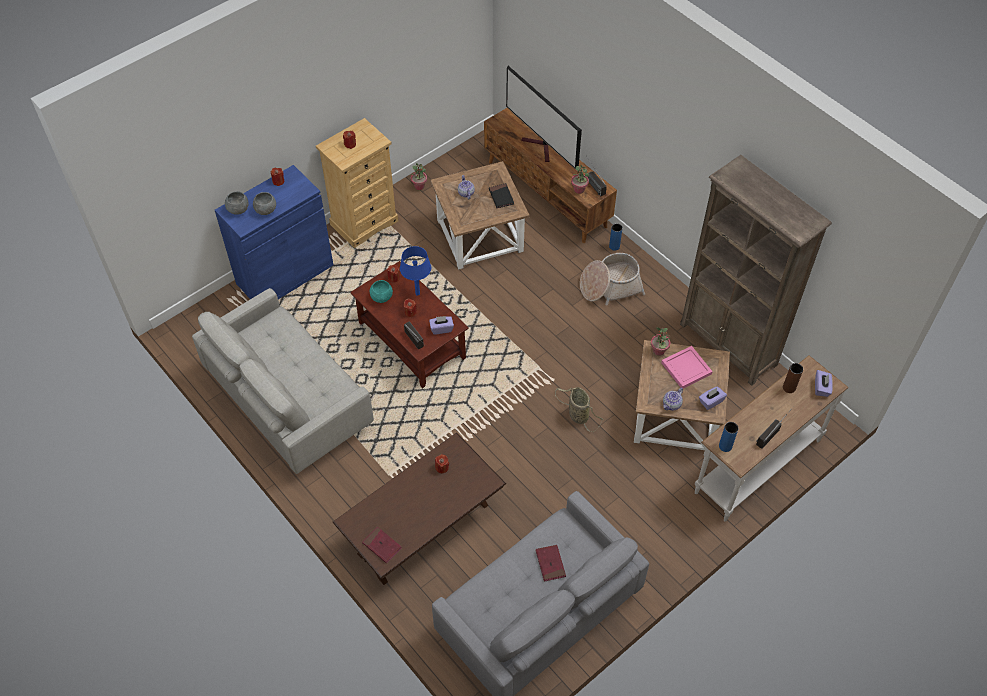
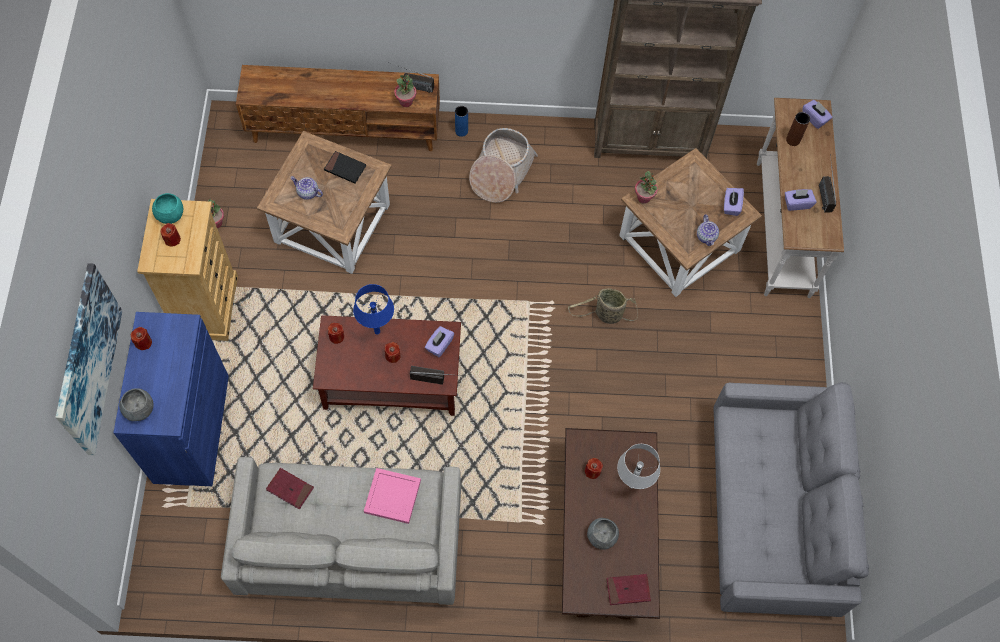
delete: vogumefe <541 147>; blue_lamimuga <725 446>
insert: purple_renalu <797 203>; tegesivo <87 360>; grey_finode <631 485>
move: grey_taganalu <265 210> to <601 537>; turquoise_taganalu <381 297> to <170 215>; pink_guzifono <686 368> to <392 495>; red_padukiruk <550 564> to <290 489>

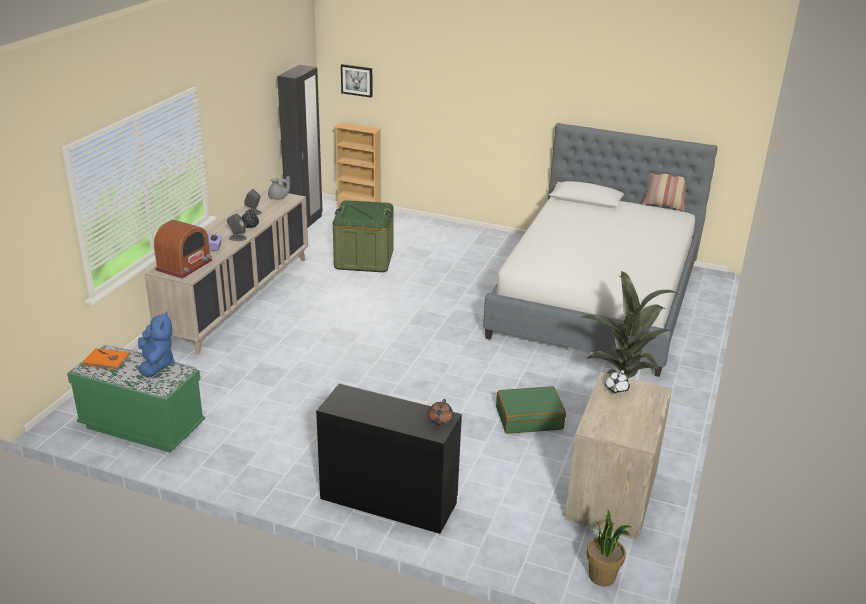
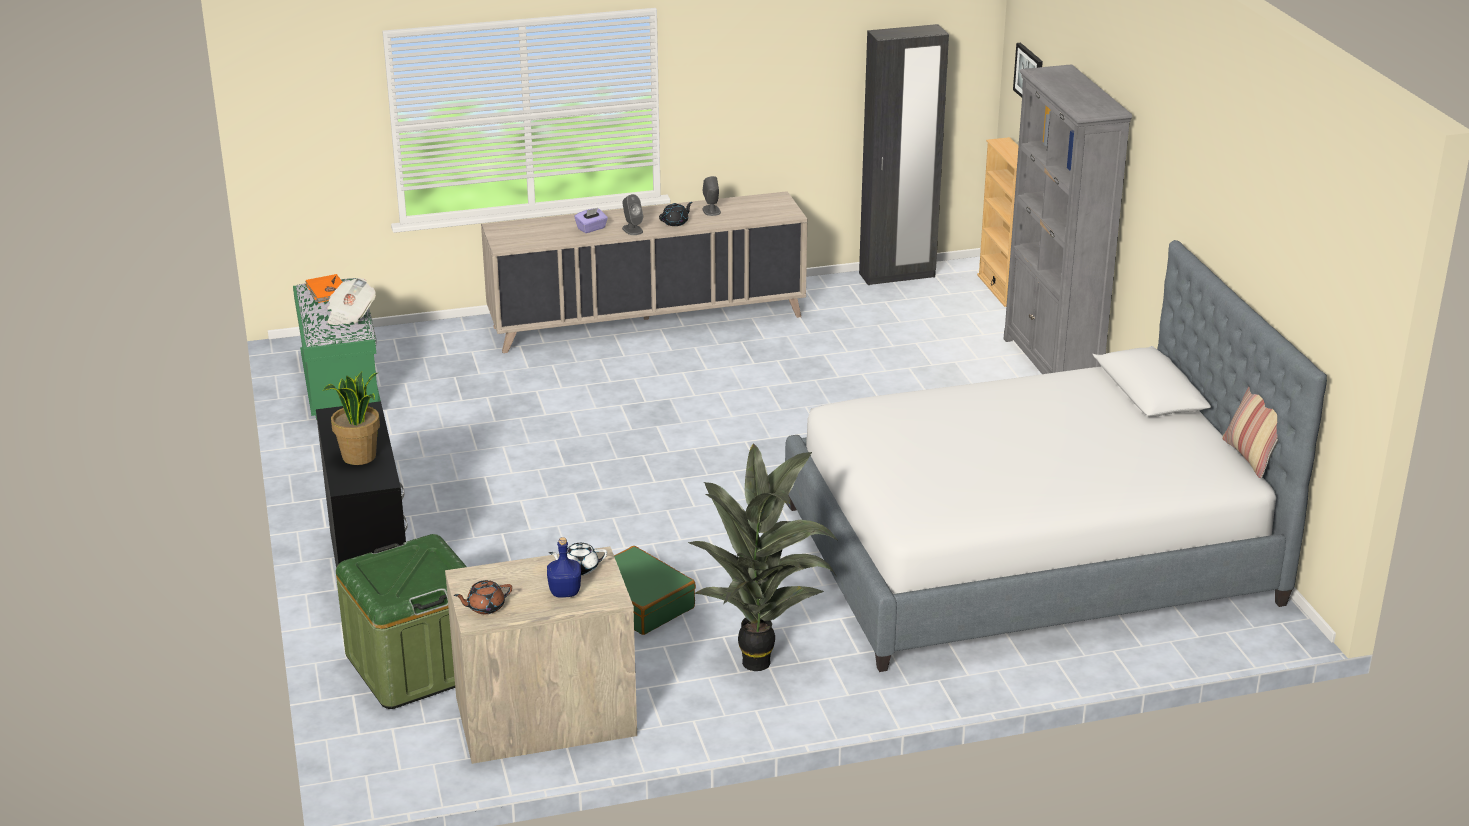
delete: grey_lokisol <278 198>; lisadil <184 265>
insert: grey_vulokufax <1051 365>; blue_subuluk <565 592>
move: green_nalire <364 259> to <417 665>; brown_lokisol <440 420> to <485 607>; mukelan <602 576> to <359 457>
replace: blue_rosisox <156 365> to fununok <350 315>

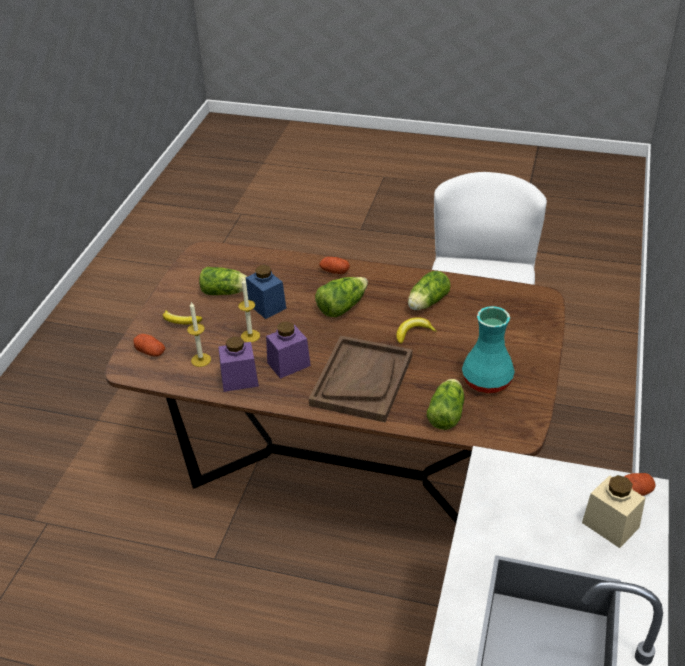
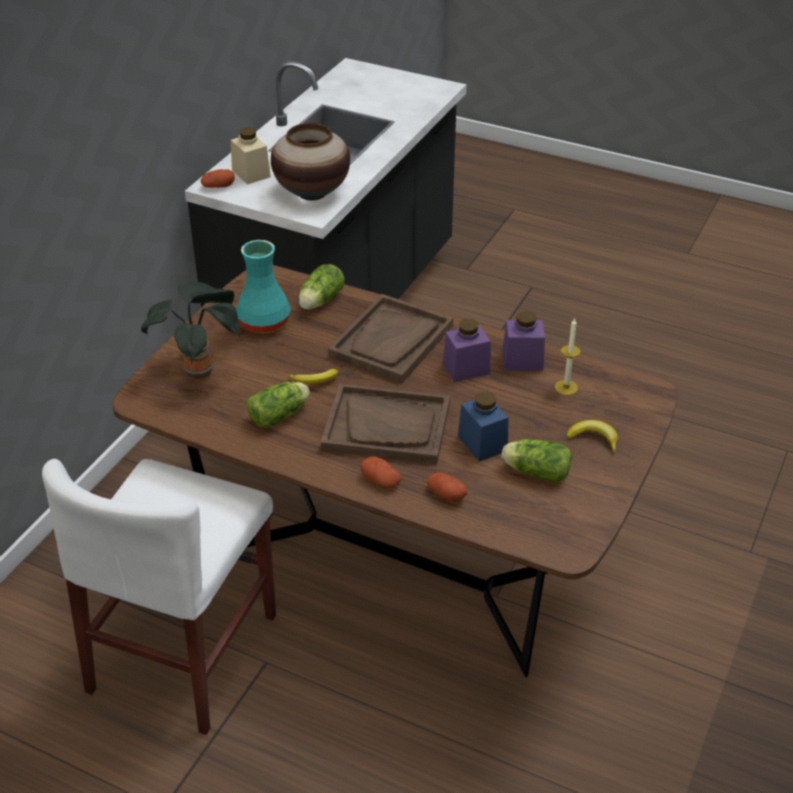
delete: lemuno <250 336>
insert: lamimuga <312 193>; mukelan <201 370>
move: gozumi <150 352> to <446 494>
replace: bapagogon <342 307> to brown_guzifono <387 427>

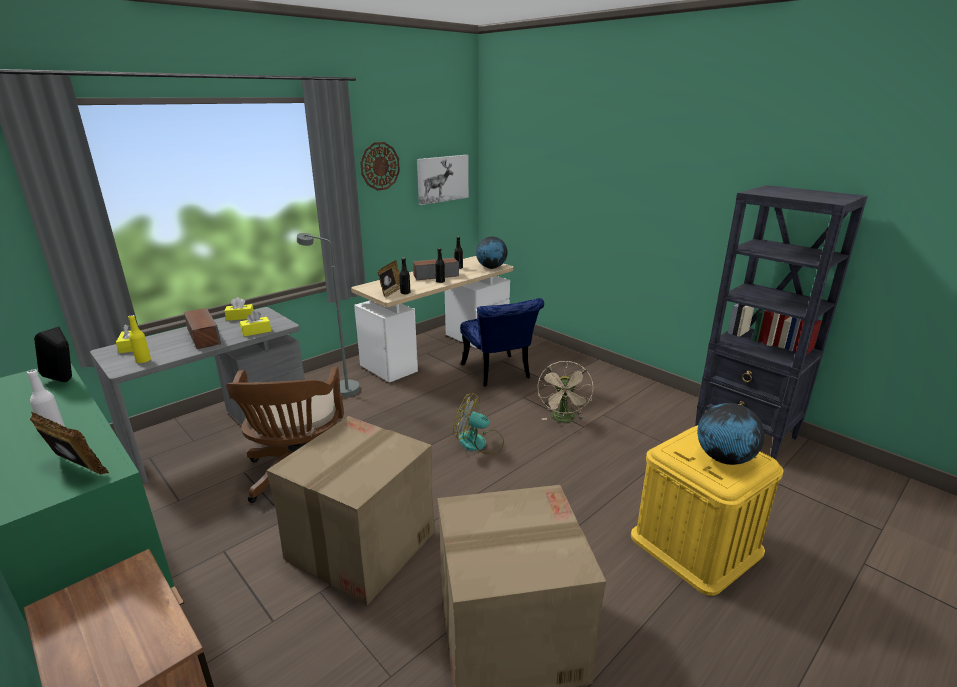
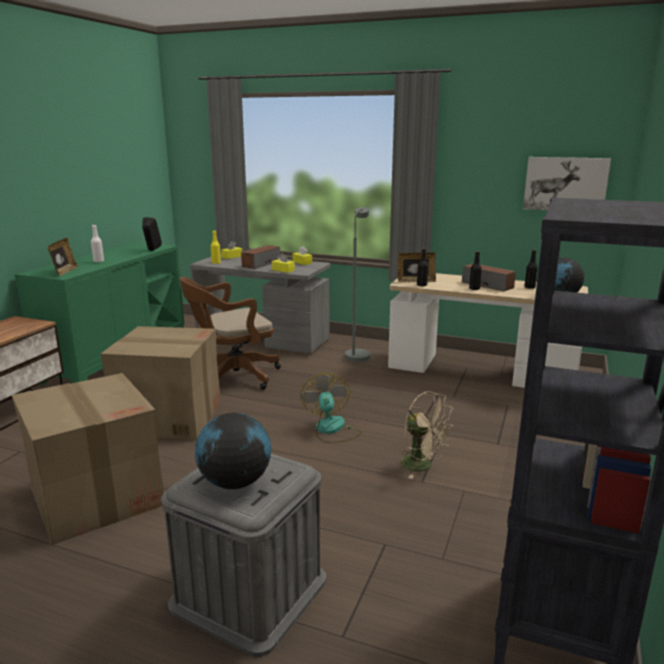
delete: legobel <380 166>; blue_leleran <498 374>
recolor: yellow_nalire <696 543> to grey_nalire <249 592>
rotate: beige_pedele <564 419> = <423 466> 120 degrees counterclockwise

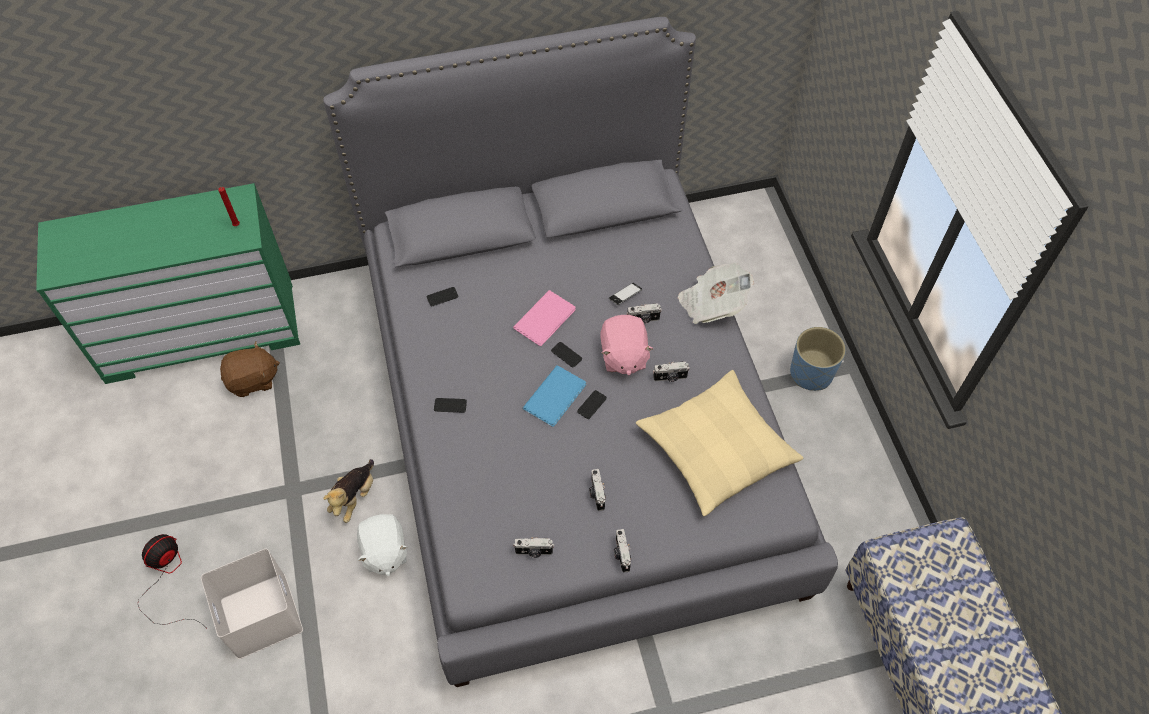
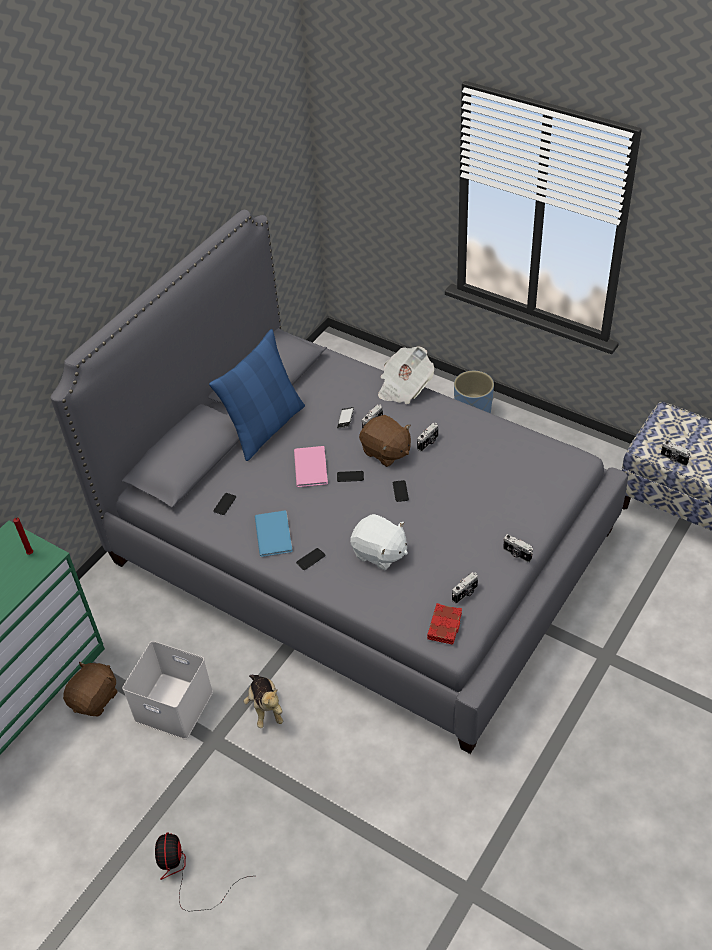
delete: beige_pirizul <716 449>
insert: blue_pirizul <265 427>; red_padukiruk <445 626>
move: blue_padukiruk <557 396> to <275 533>; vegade <596 494> to <673 459>; white_rosisox <384 552> to <379 553>; white_nalire <259 614> to <172 706>
recolor: pink_rosisox <623 356> to brown_rosisox <386 452>

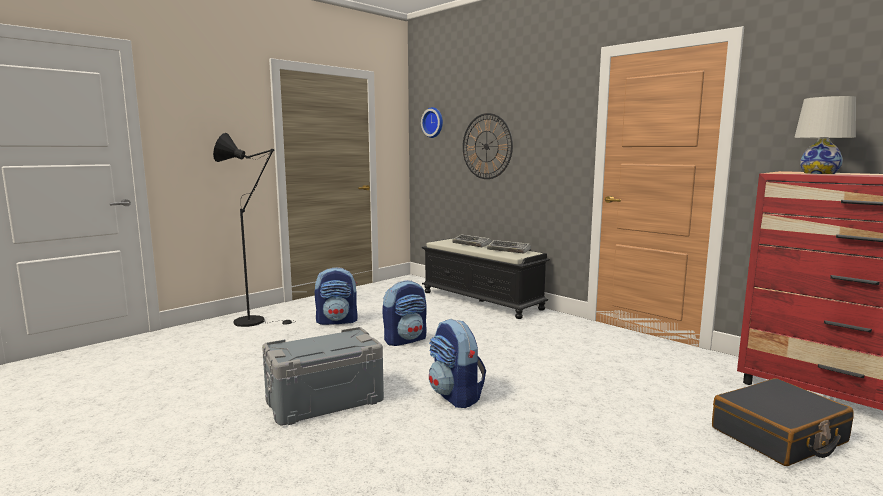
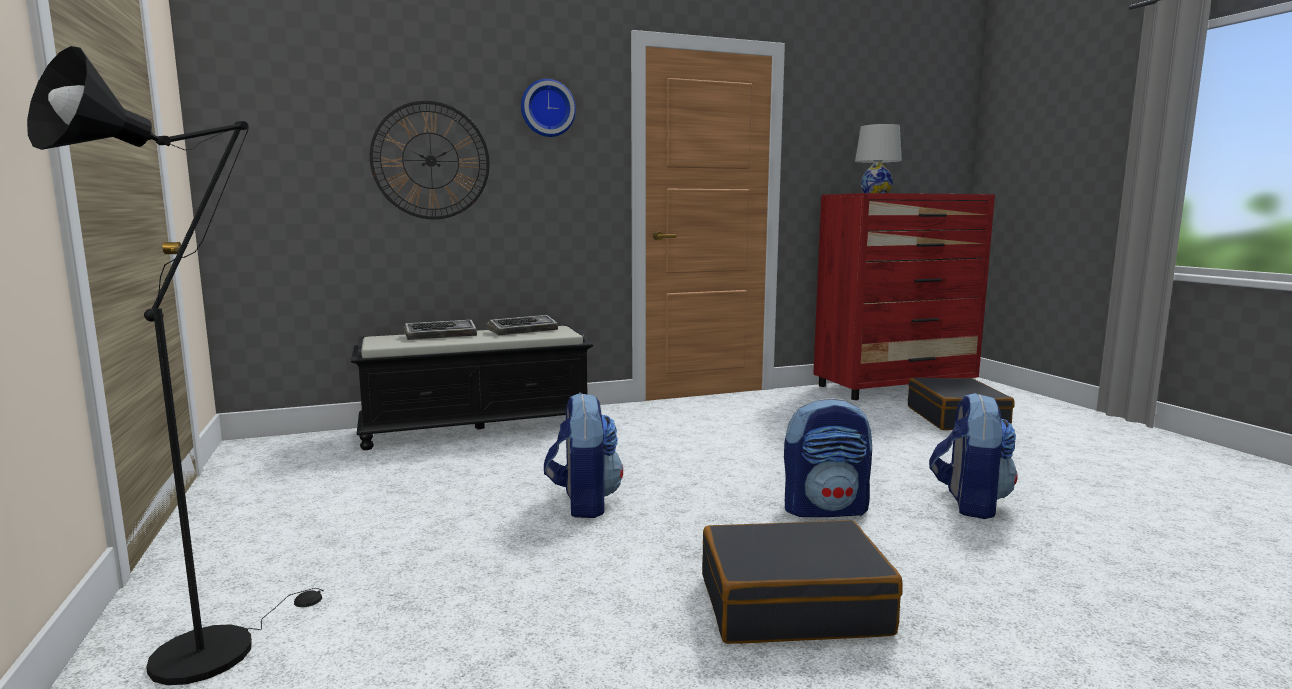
move: legobel <434 122> to <547 108>; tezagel <337 321> to <969 503>
replace: grey_nalire <324 400> to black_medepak <792 604>

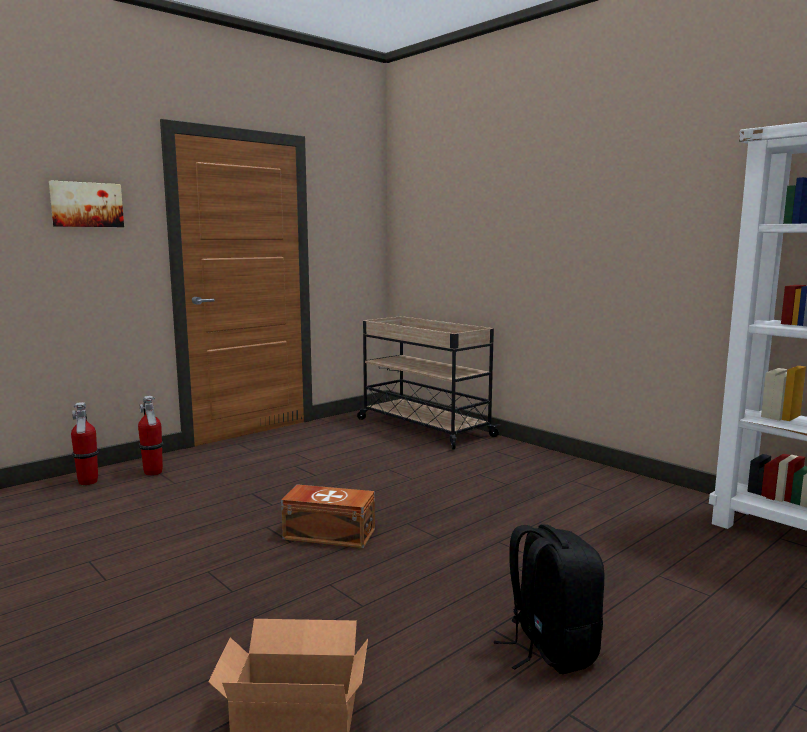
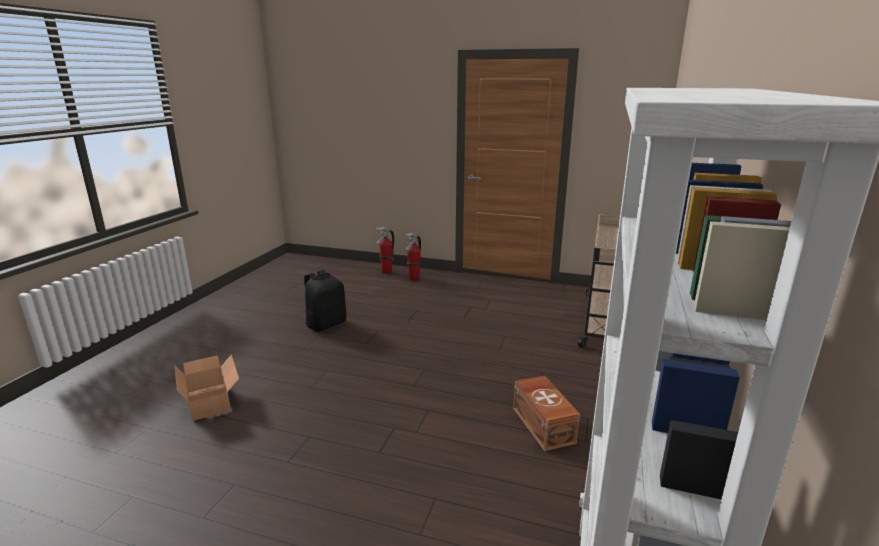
delete: tegesivo <86 204>
move: brown_nalire <328 533> to <543 424>; black_tezagel <549 649> to <326 324>

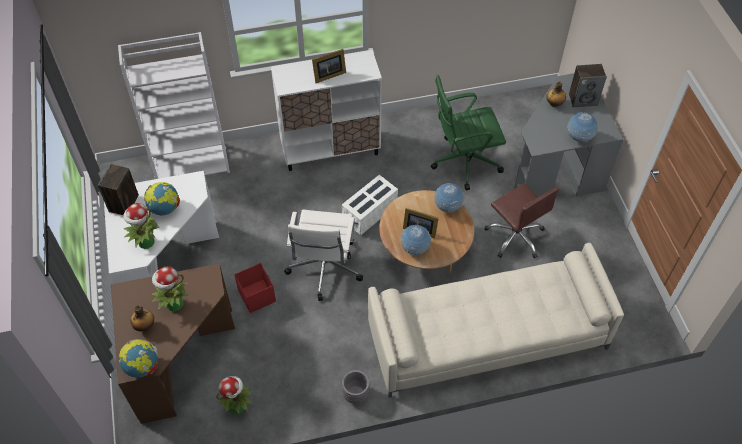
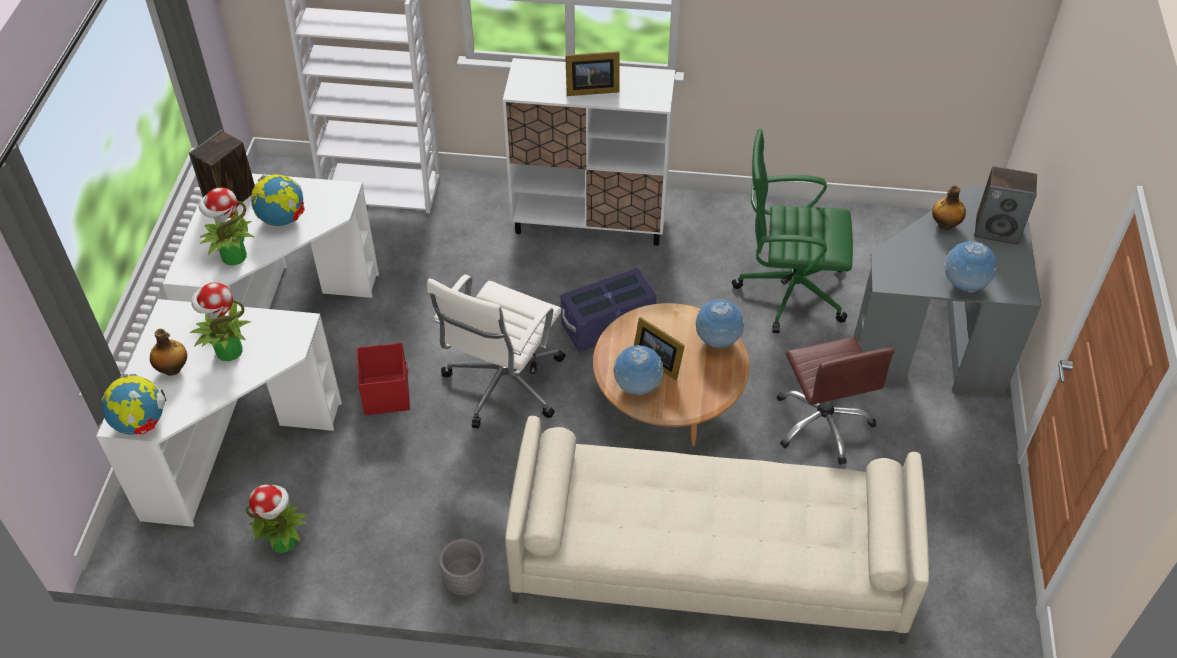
recolor: white_nalire <369 213> to purple_nalire <607 325>; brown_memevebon <179 359> to white_memevebon <234 449>

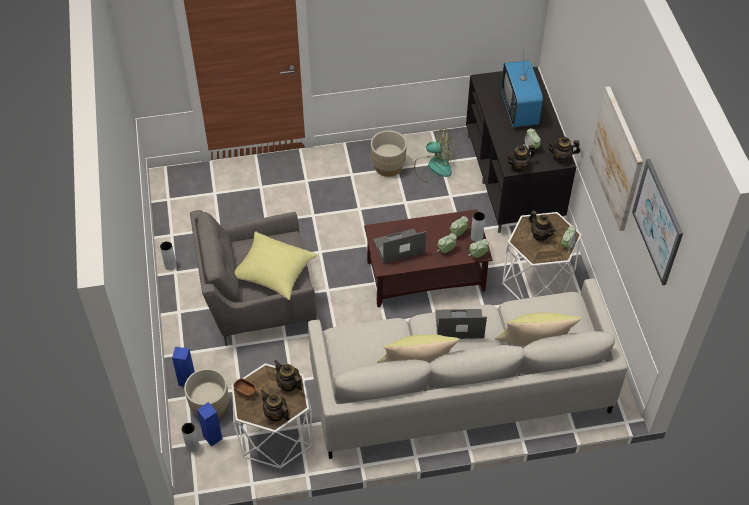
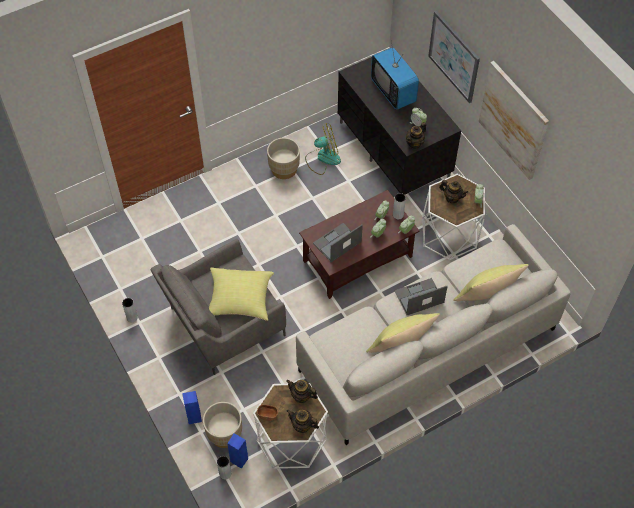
delete: lokisol <561 158>
move: tegesivo <658 222> to <454 56>

